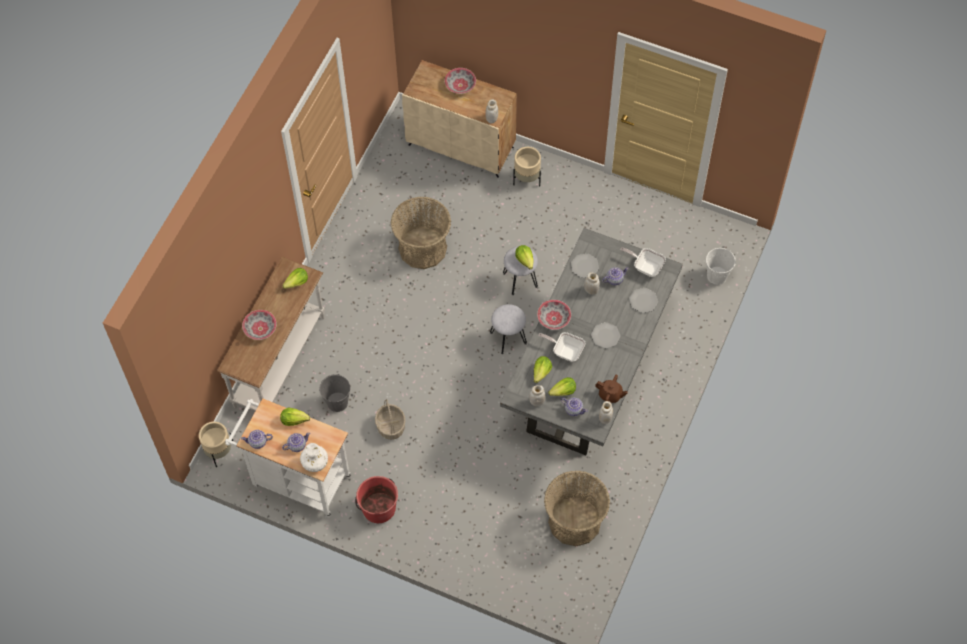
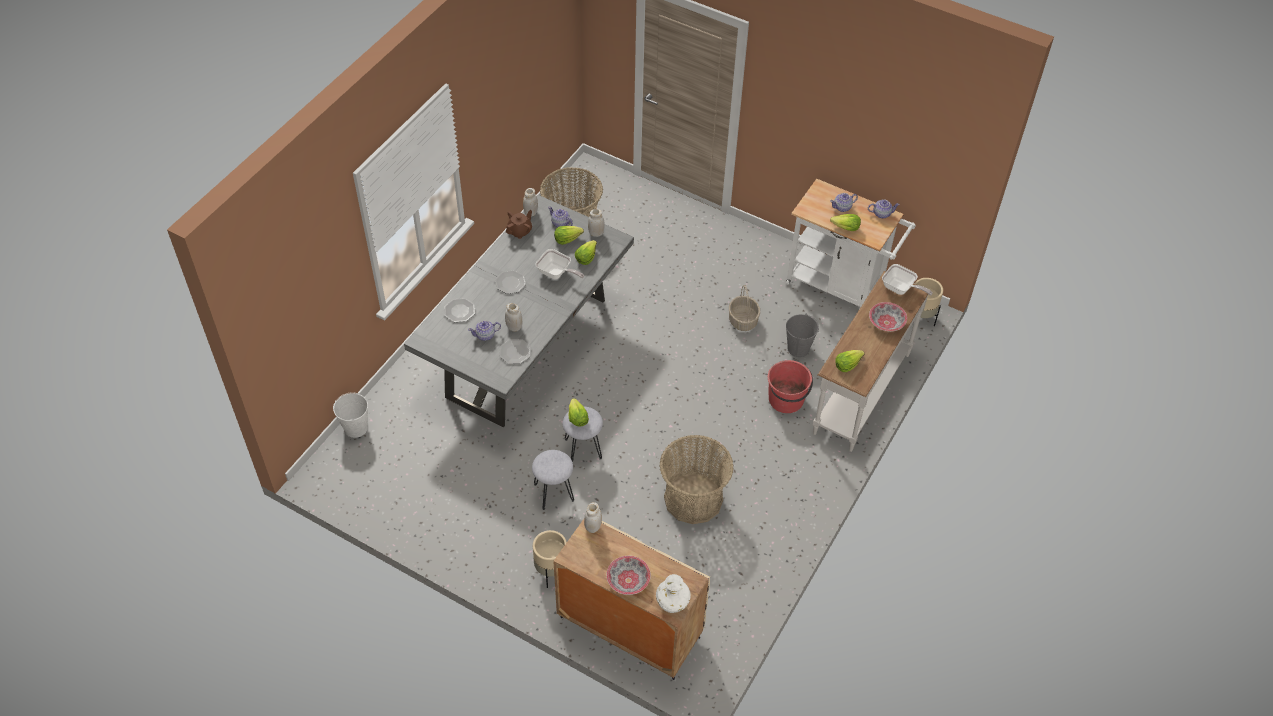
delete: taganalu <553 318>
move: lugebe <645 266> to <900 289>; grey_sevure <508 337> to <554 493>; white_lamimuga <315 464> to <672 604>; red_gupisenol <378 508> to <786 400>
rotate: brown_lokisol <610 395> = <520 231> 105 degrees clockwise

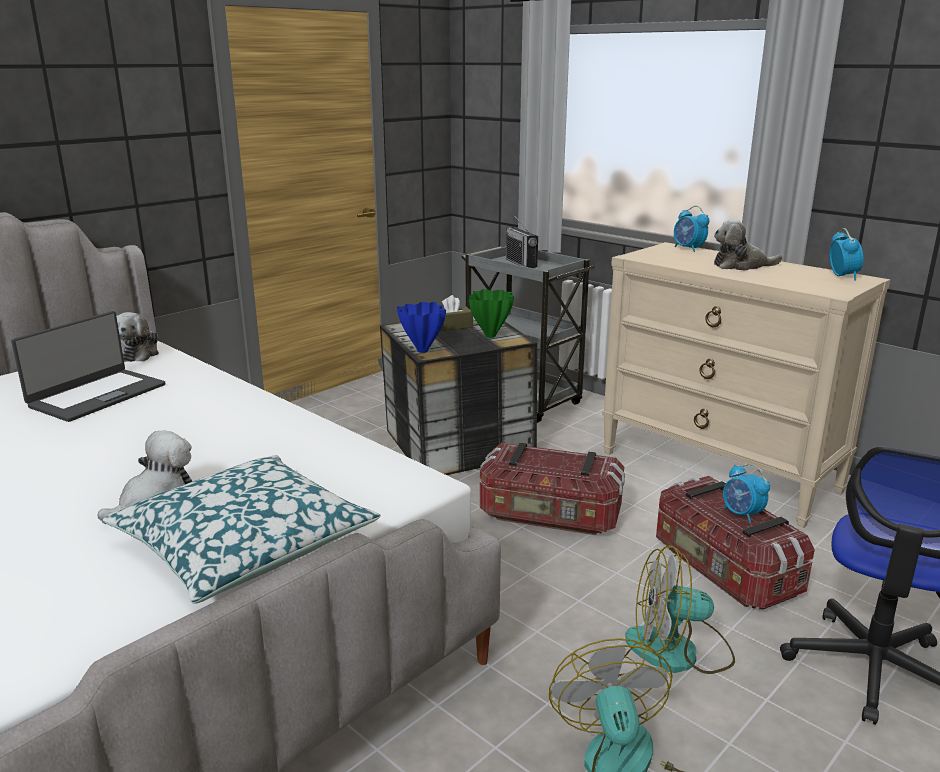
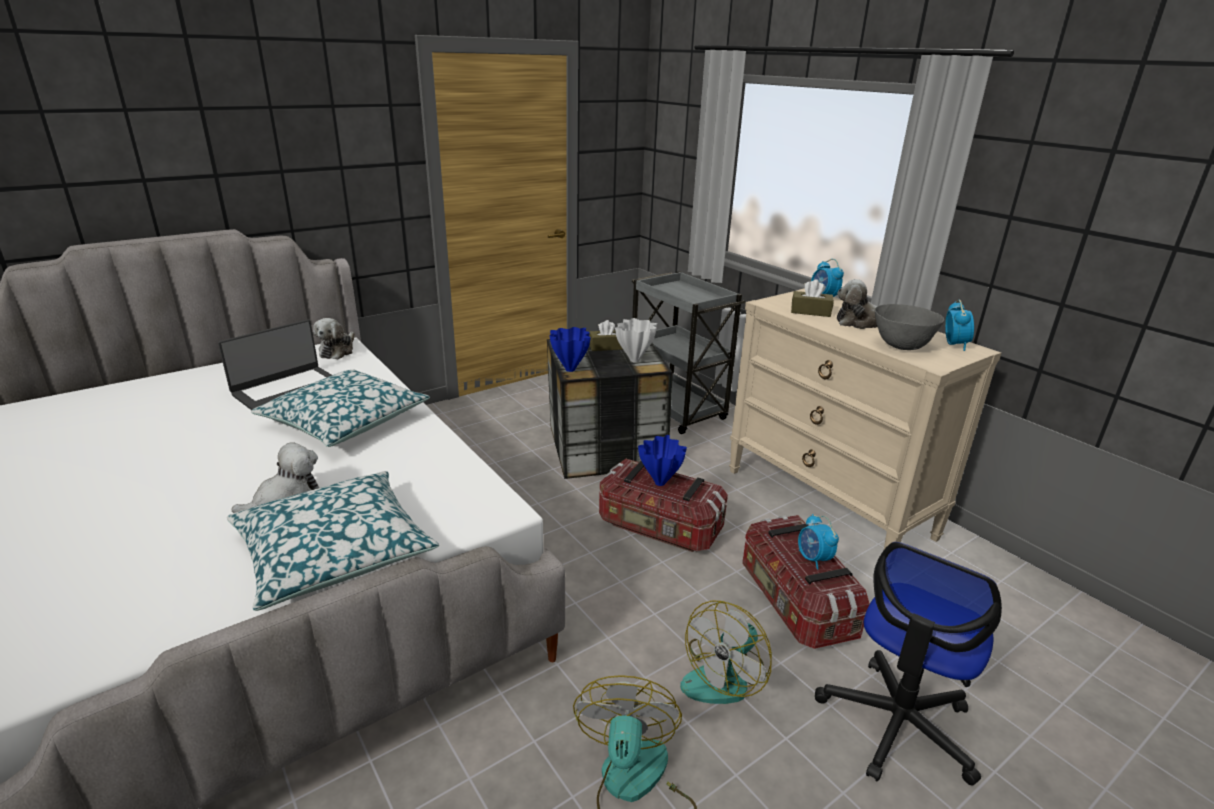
delete: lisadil <521 263>
insert: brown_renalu <810 311>; grey_taganalu <901 347>; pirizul <345 421>; blue_lamimuga <659 483>
recolor: green_lamimuga <491 336> to white_lamimuga <635 360>
rotate: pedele <678 650> = <724 676> 60 degrees counterclockwise

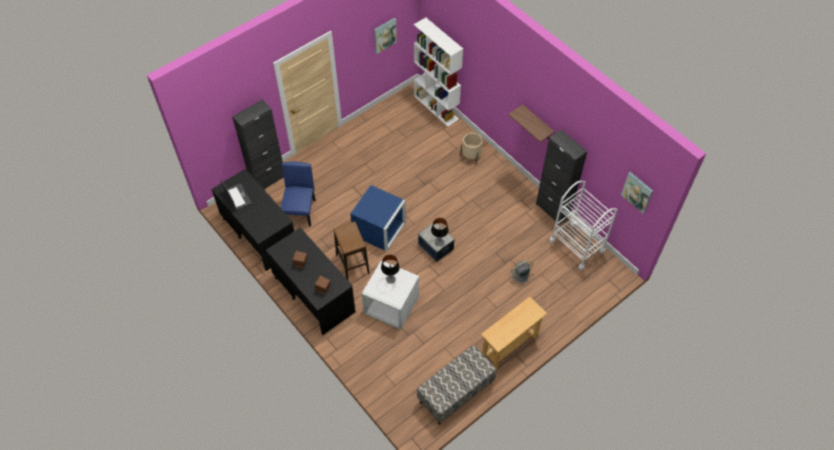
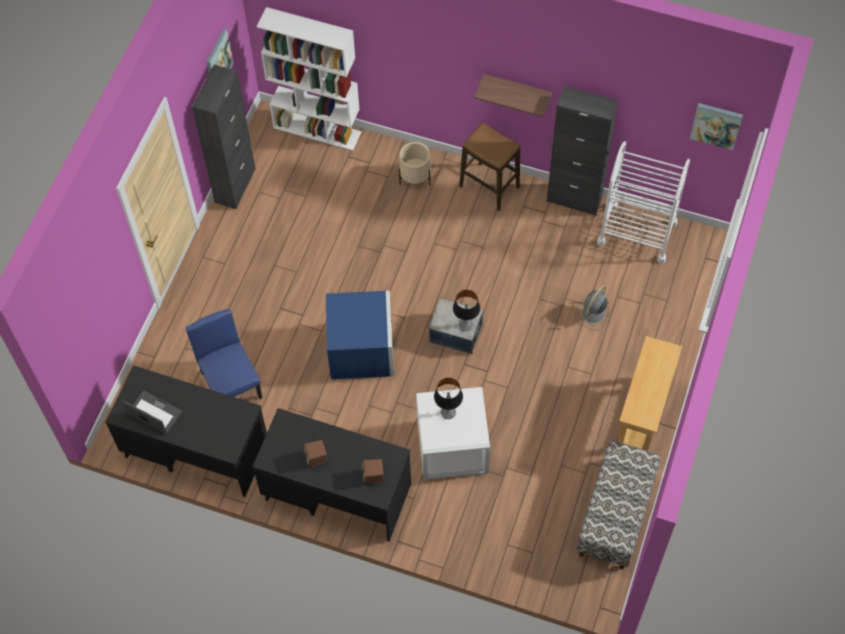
move: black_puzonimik <268 180> to <235 185>; sevure <352 264> to <489 187>

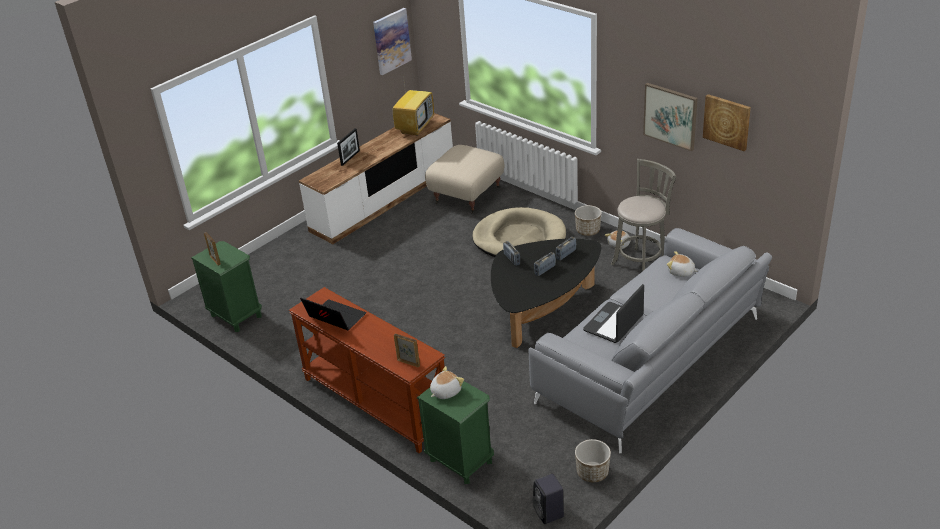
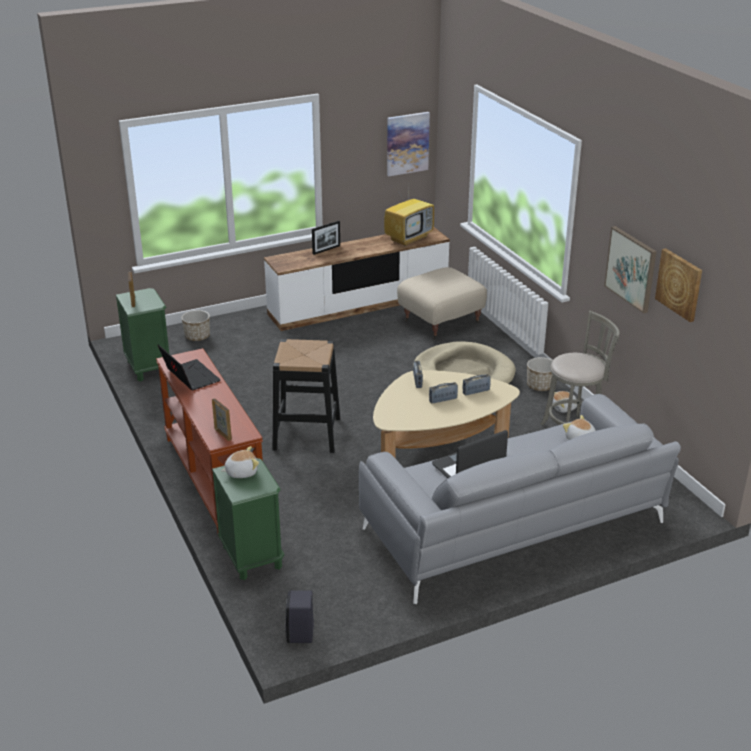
insert: black_sevure <307 433>
move: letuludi <592 472> to <197 337>
recolor: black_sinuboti <543 308> to beige_sinuboti <438 444>

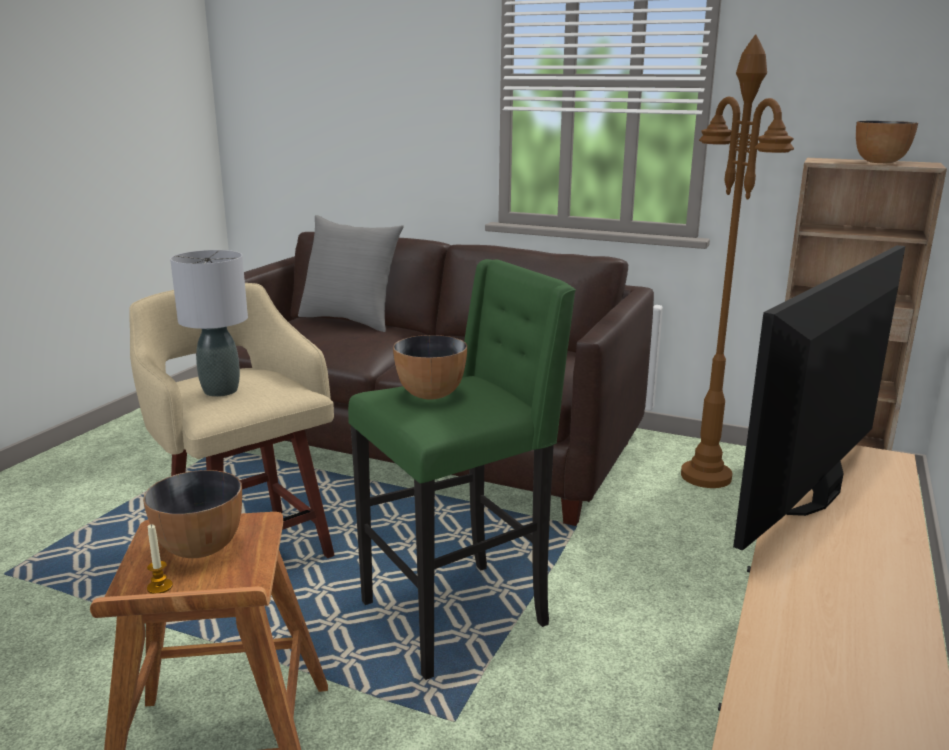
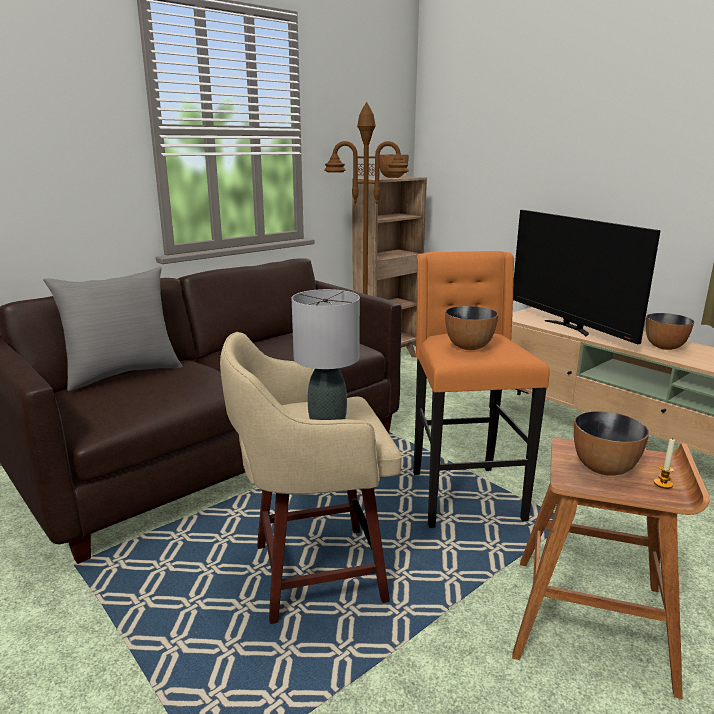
insert: taganalu <665 347>
recolor: green_sevure <458 614> to orange_sevure <463 494>

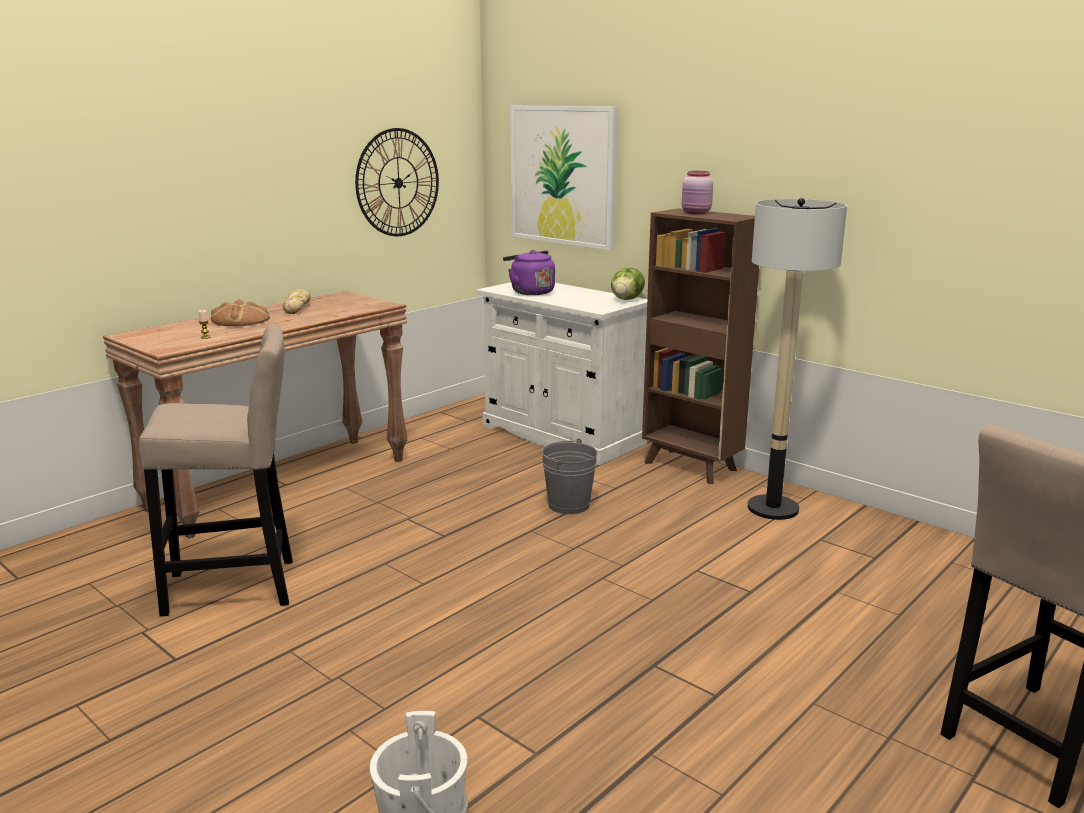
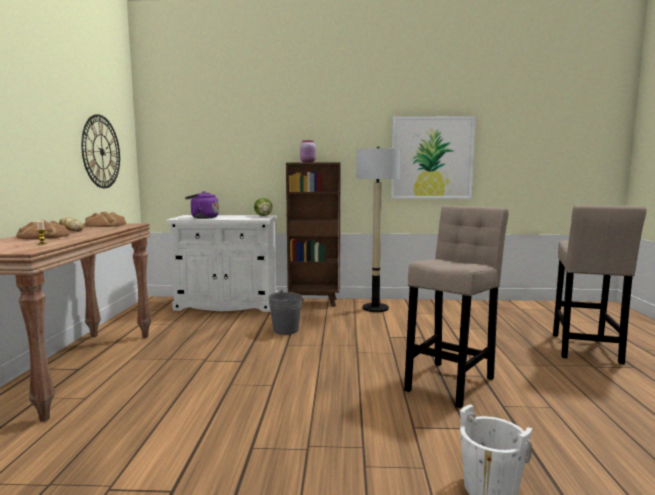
insert: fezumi <106 225>
move: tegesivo <563 175> to <432 158>; beige_sevure <239 587> to <451 382>

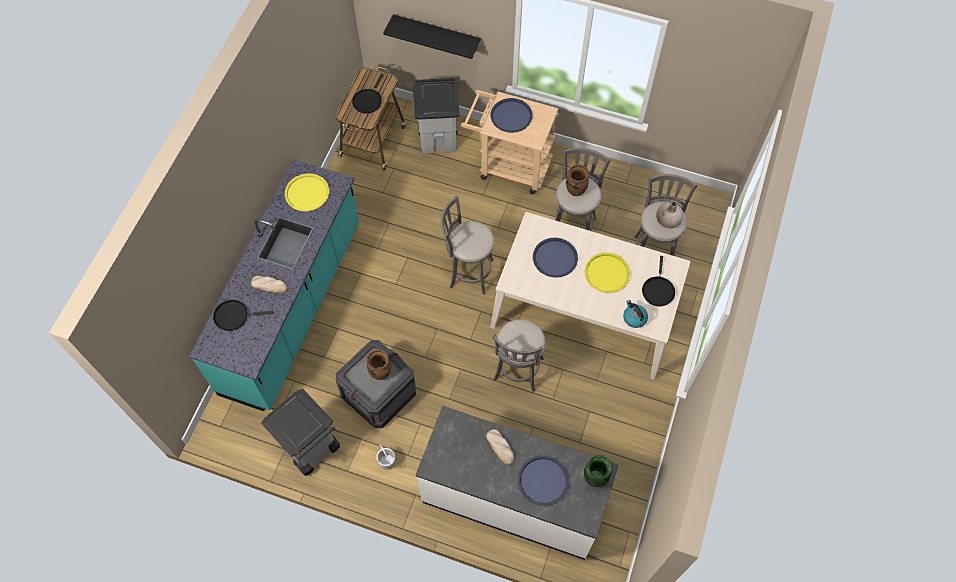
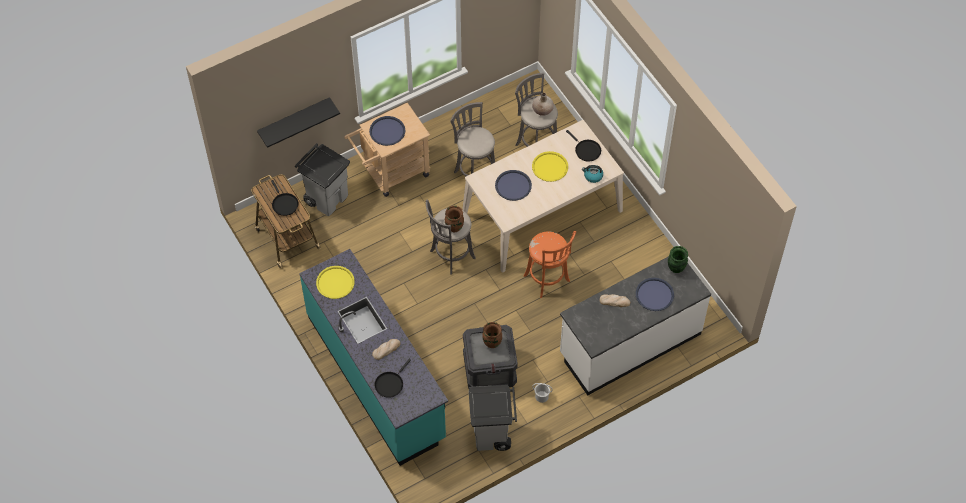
move: brown_lamimuga <575 190> to <454 227>
recolor: grey_sevure <517 372> to orange_sevure <548 280>

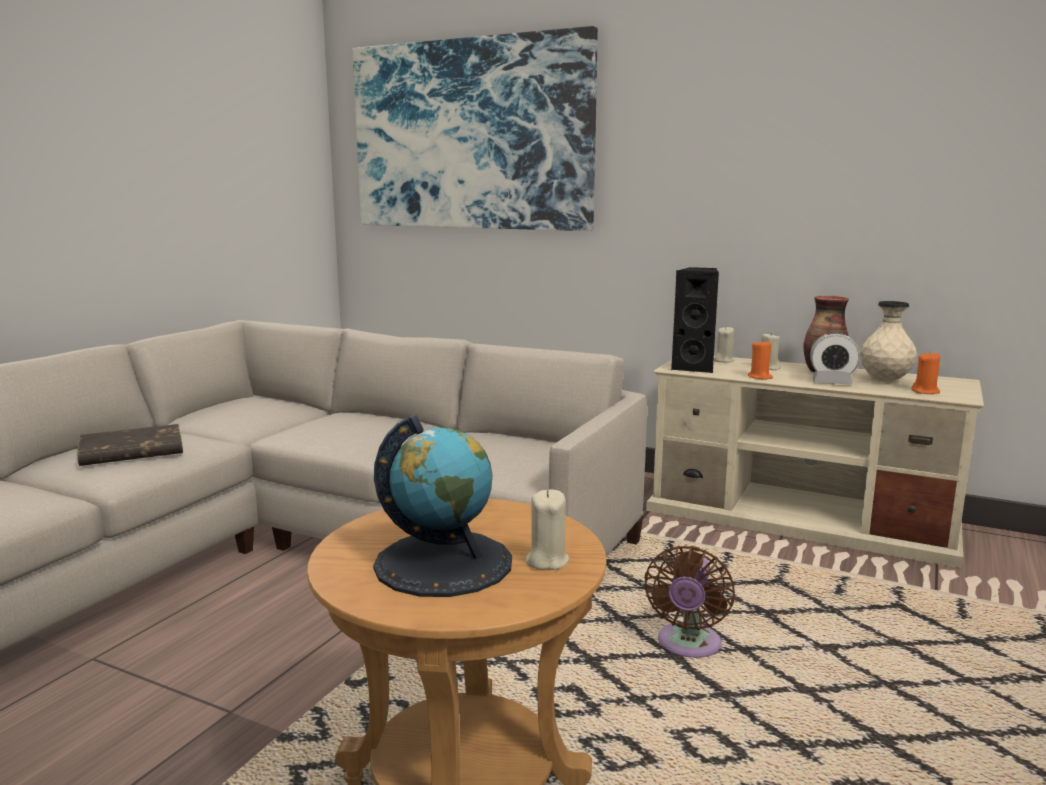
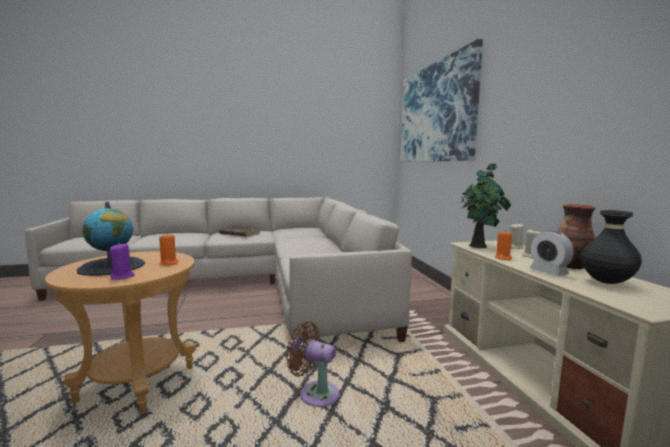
move: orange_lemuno <925 392> to <169 263>
replace: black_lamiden <695 367> to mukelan <479 246>
recolor: beige_lamimuga <885 381> to black_lamimuga <606 283>; beige_lemuno <546 561> to purple_lemuno <122 276>
rotate: brown_pedele <687 646> = <315 393> 45 degrees clockwise

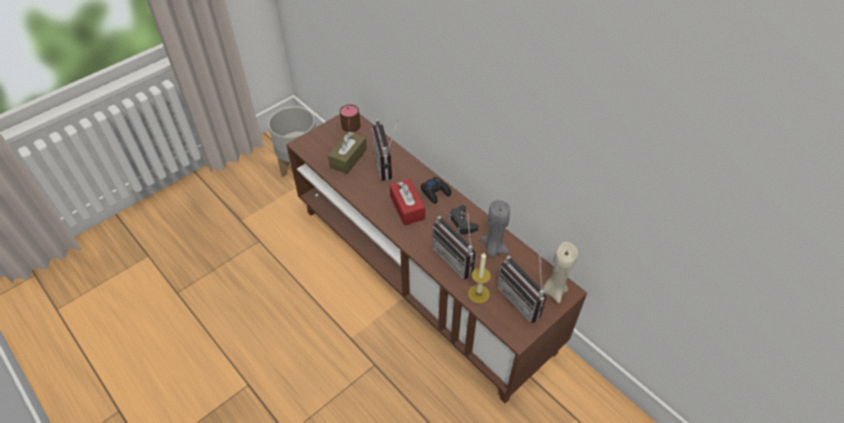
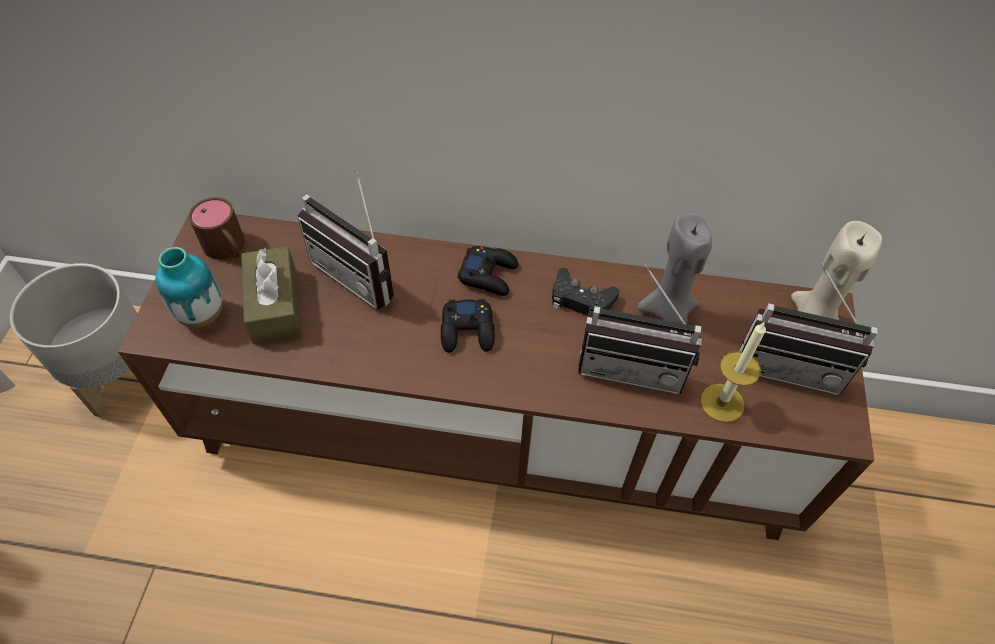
insert: lamimuga <202 315>
replace: red_renalu <407 207> to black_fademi <468 331>

